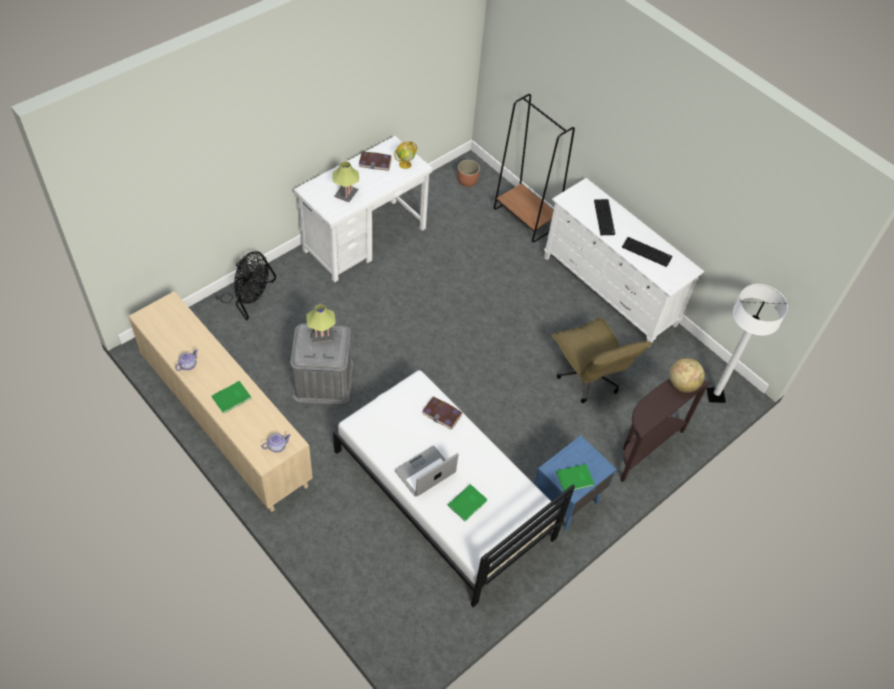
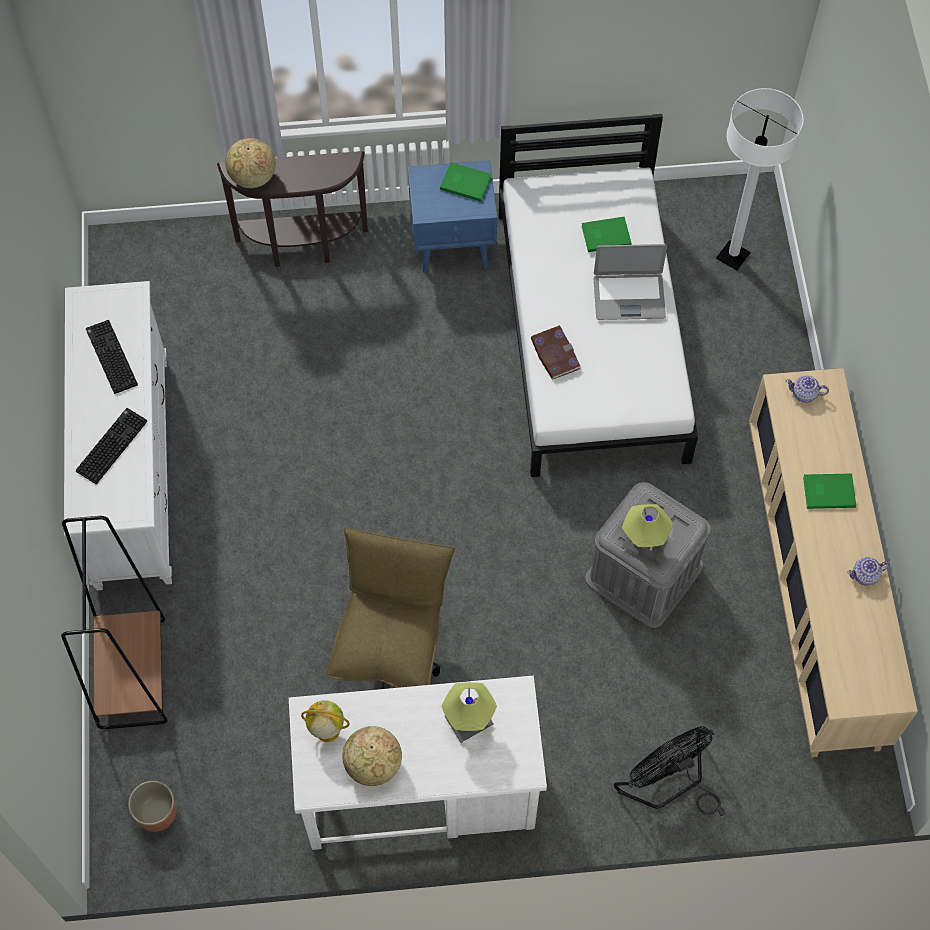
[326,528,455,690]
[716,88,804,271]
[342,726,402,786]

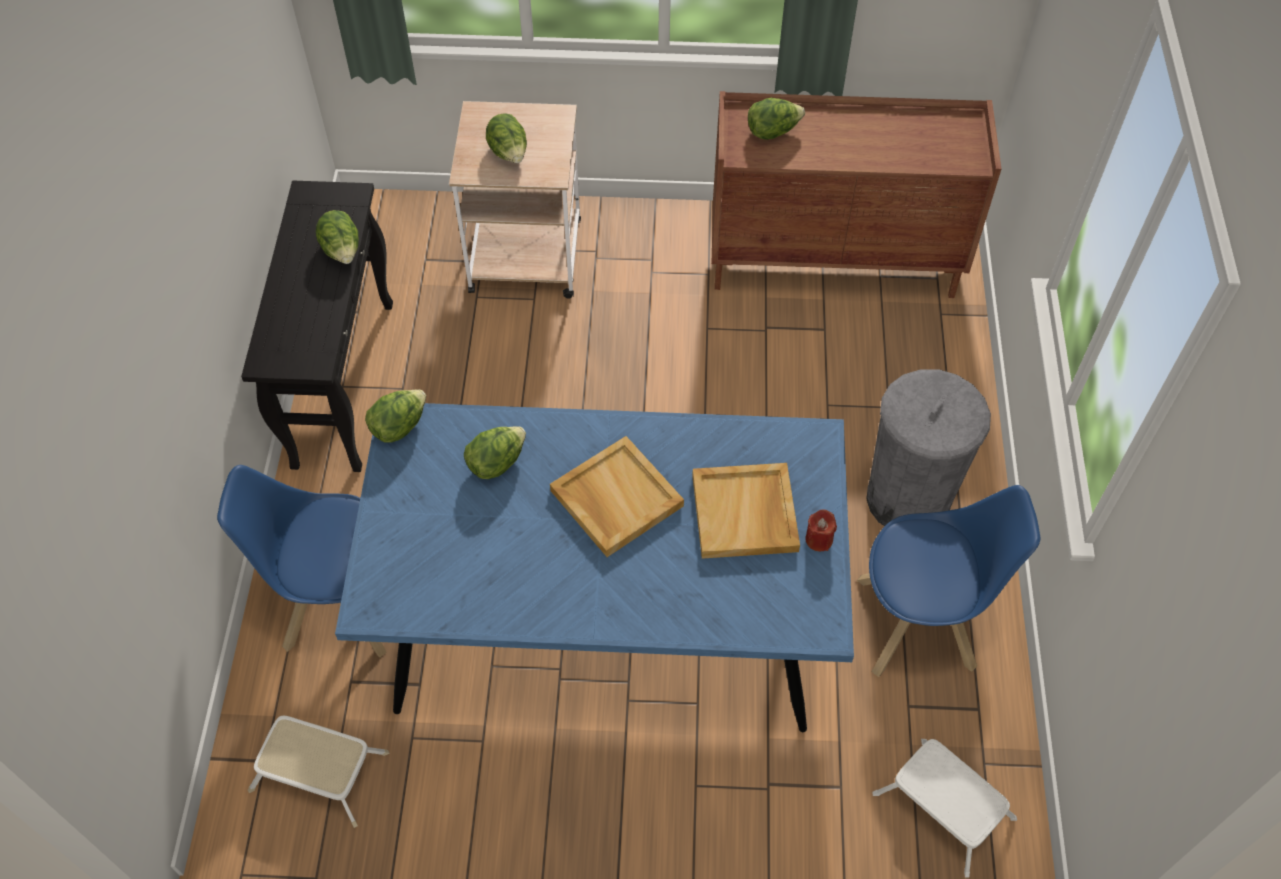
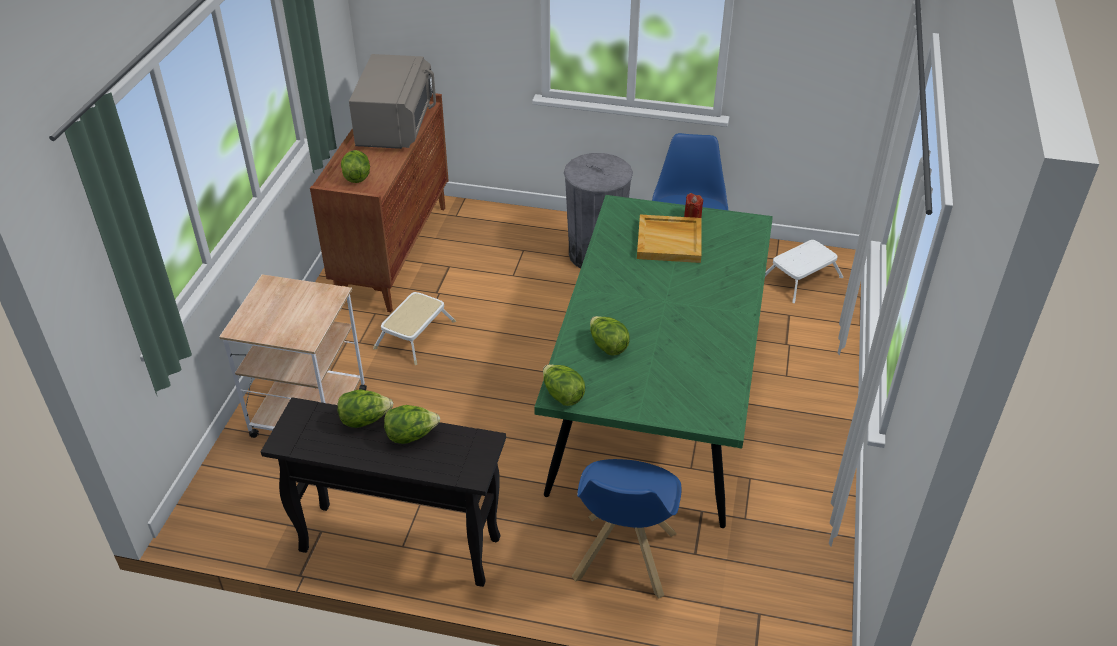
[550,436,684,557] (first image)
[349,54,436,149]
[373,292,456,365]
[384,405,440,444]
[534,195,773,528]

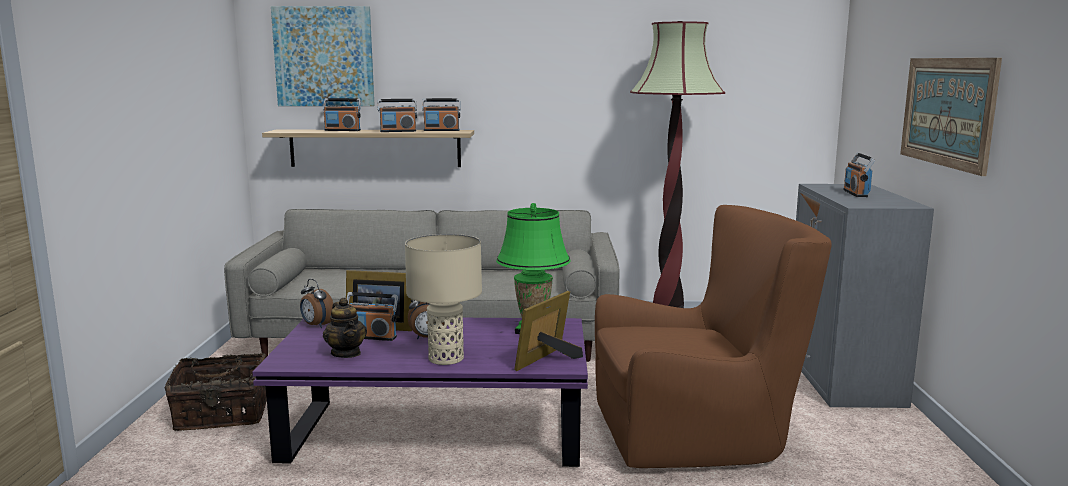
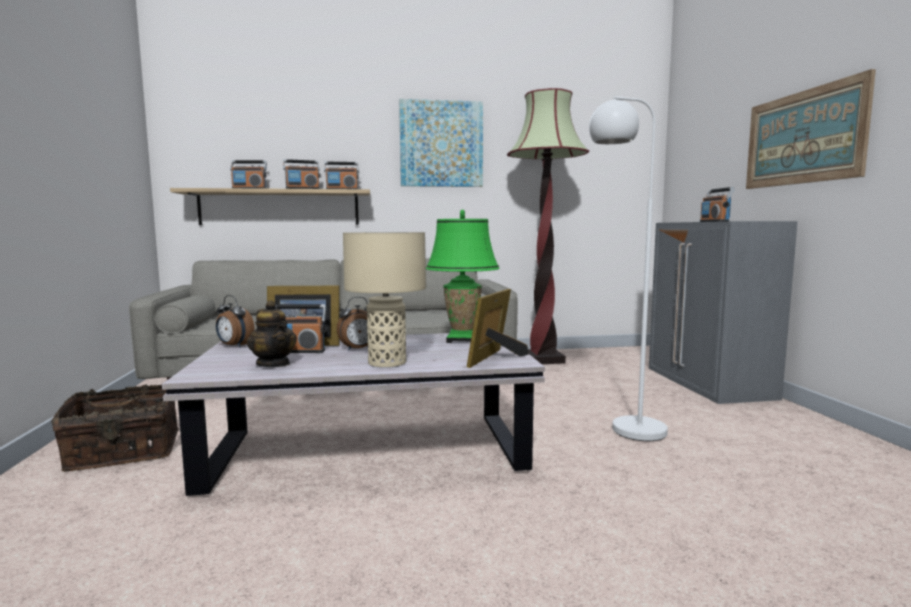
[399,99,483,187]
[589,96,668,441]
[162,333,545,496]

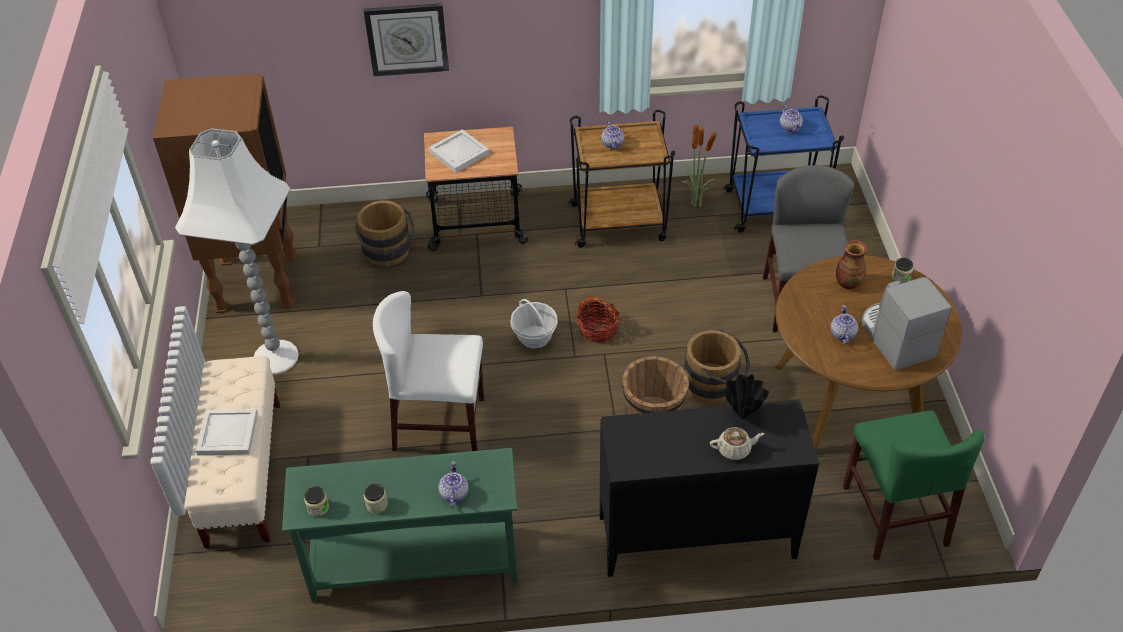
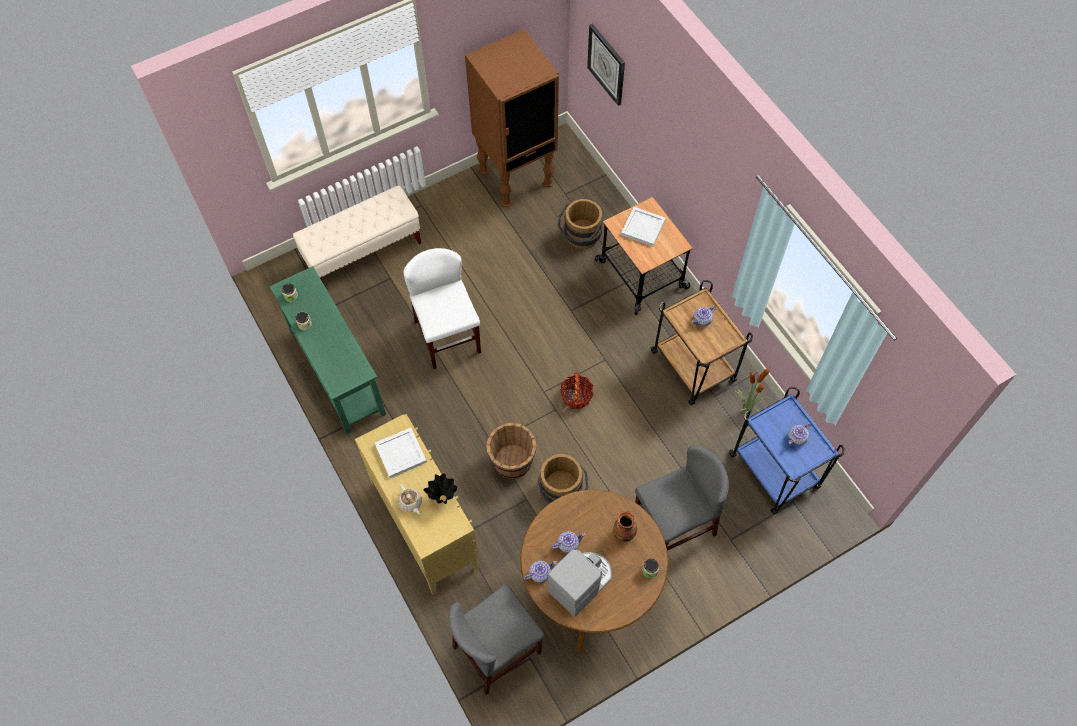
[175,128,299,374] (first image)
[510,299,558,348] (first image)
[375,428,427,478]
[587,24,625,106]
[524,561,557,583]
[355,414,479,595]
[449,584,545,695]

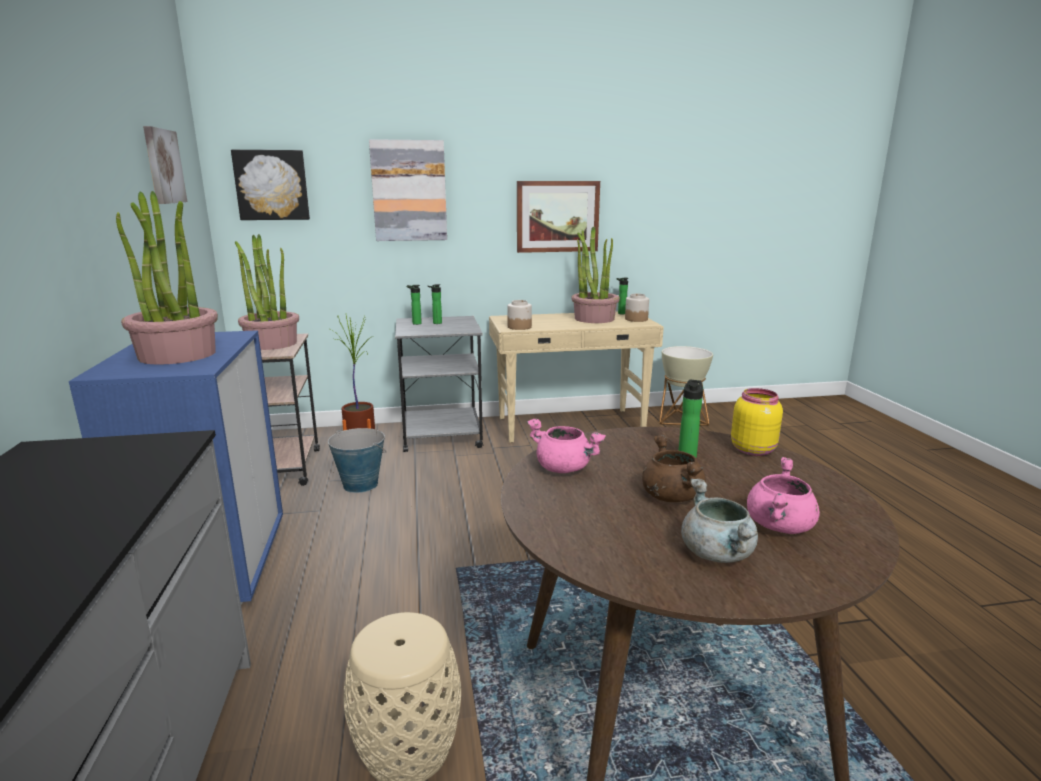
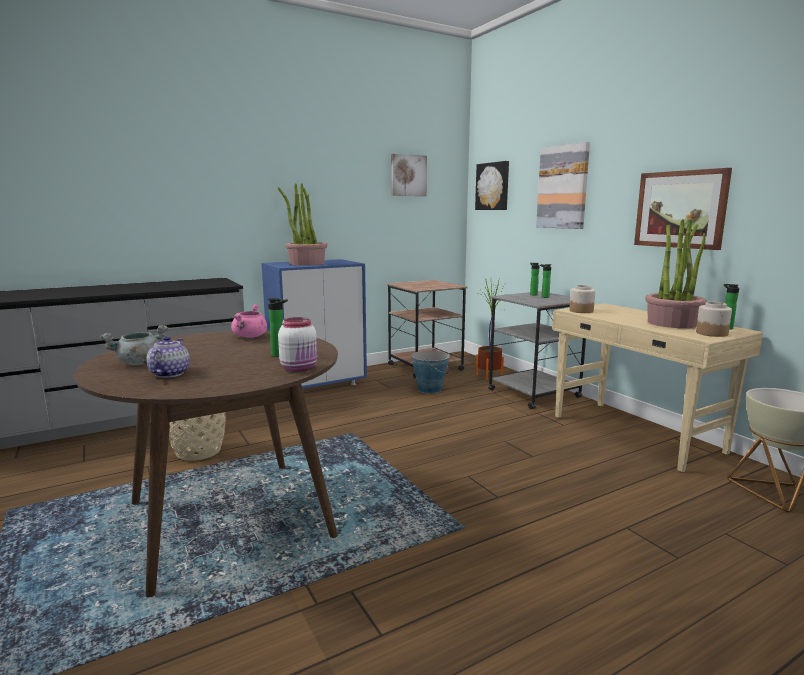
[235,234,299,350] (first image)
[642,435,706,502] (first image)
[147,336,190,378]
[278,317,317,372]

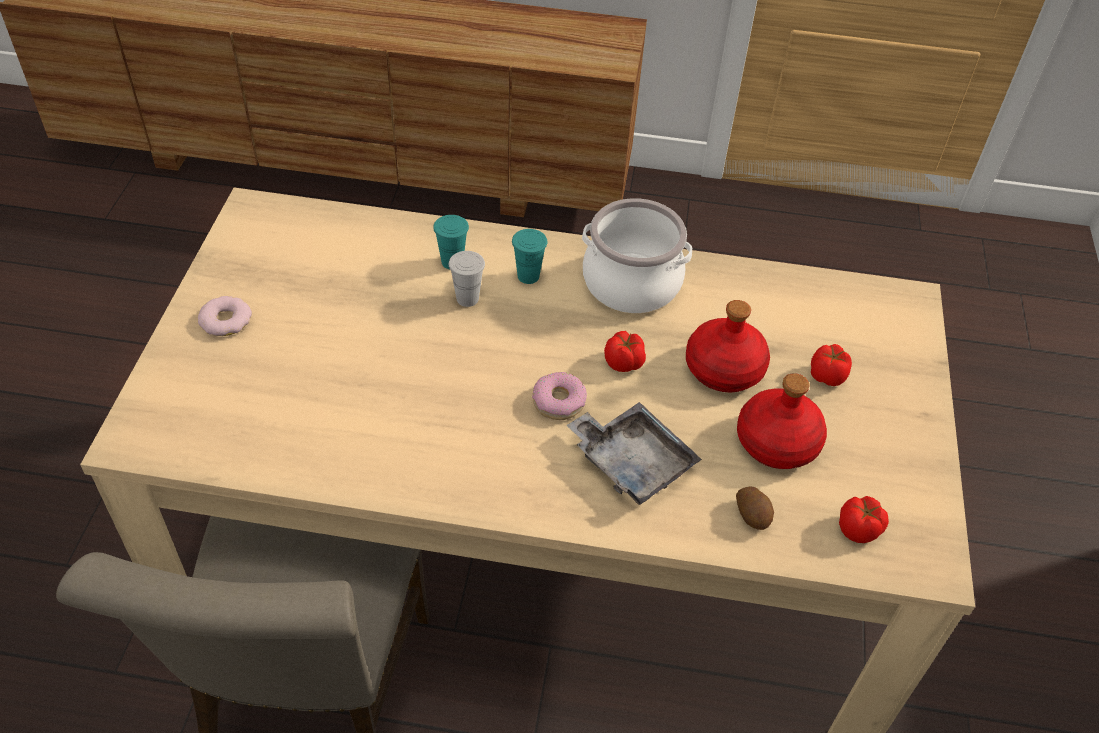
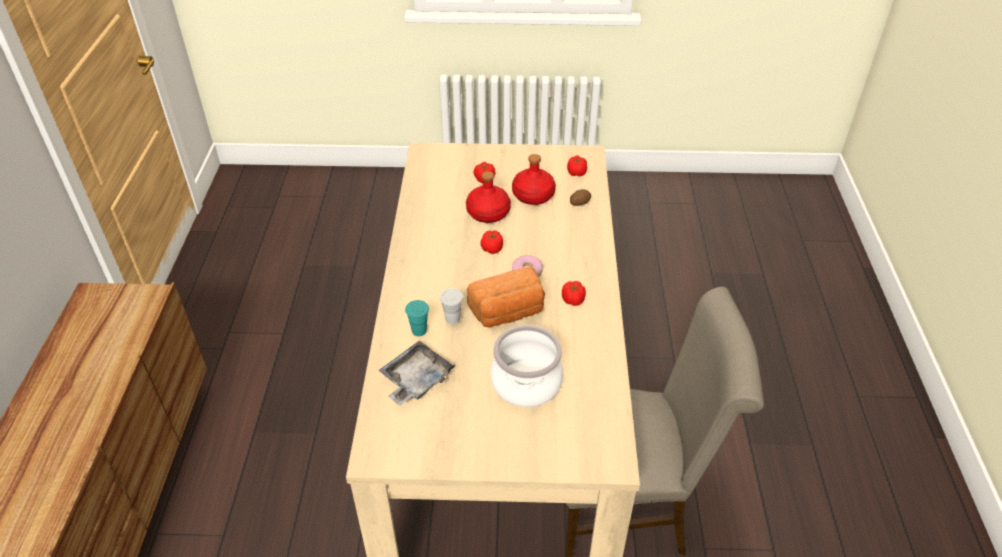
[198,296,252,336] (first image)
[512,229,547,284] (first image)
[467,266,545,327]
[562,281,586,306]
[378,340,455,406]
[490,325,563,407]

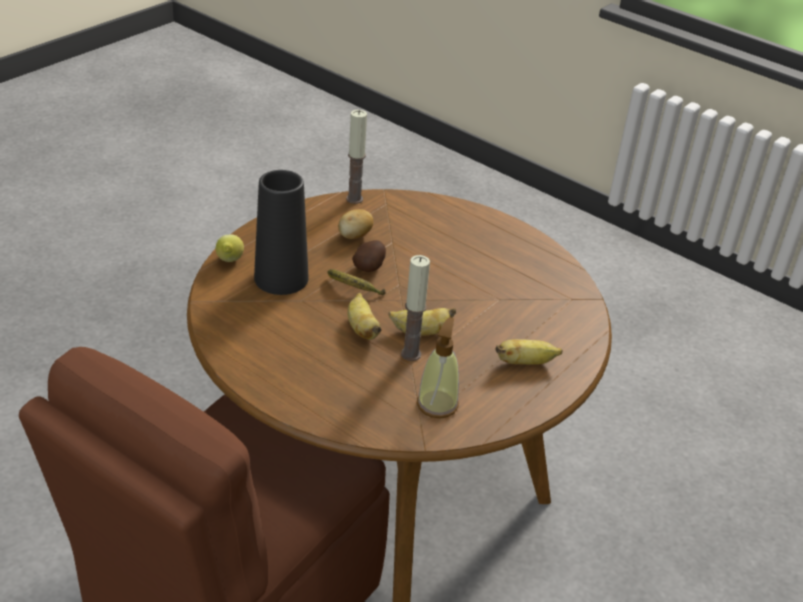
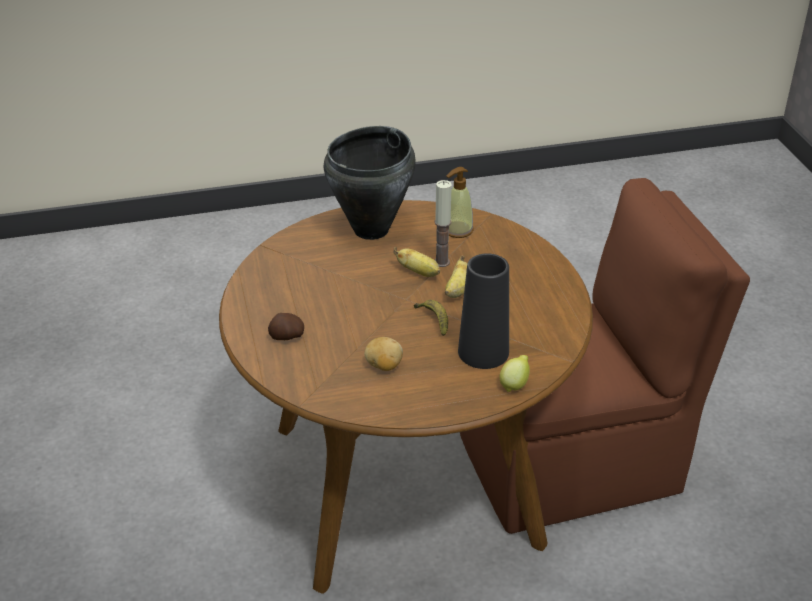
[346,110,367,204] (first image)
[268,313,304,340]
[324,126,416,240]

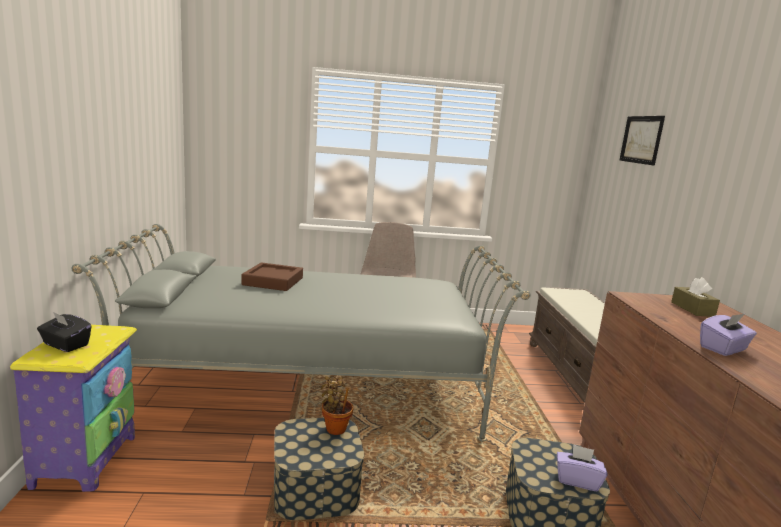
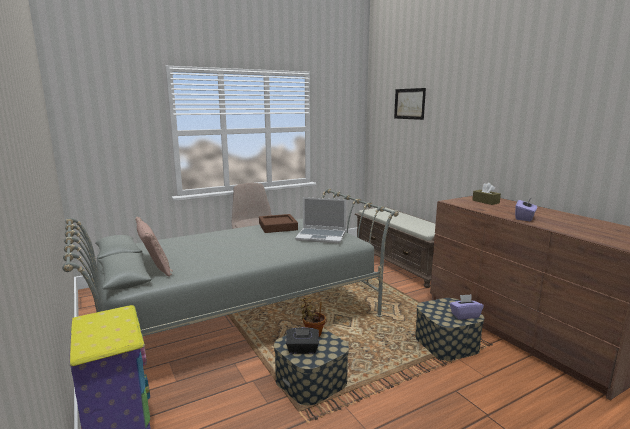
[135,217,172,277]
[295,197,346,244]
[286,327,319,354]
[259,214,298,233]

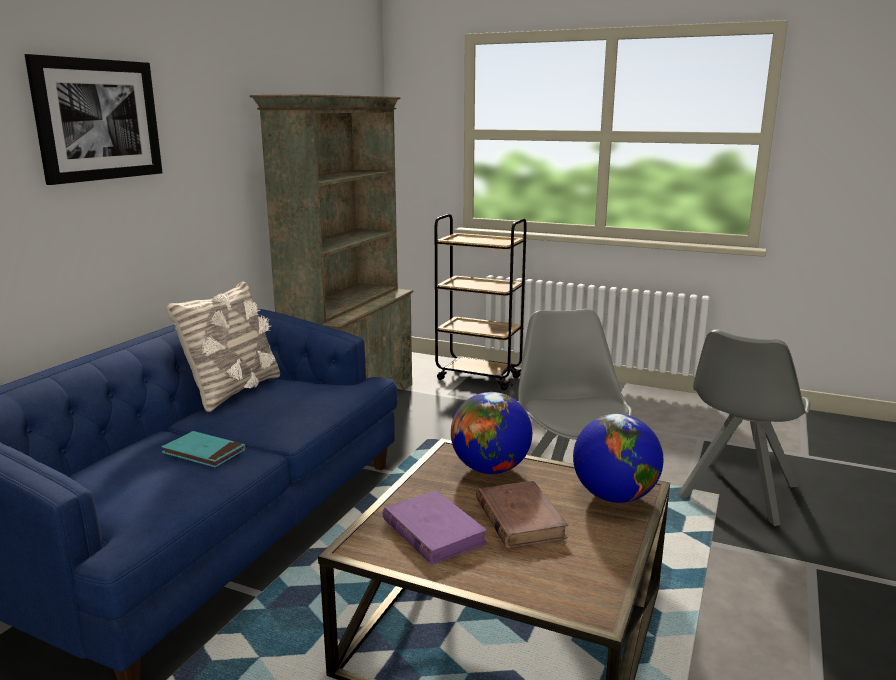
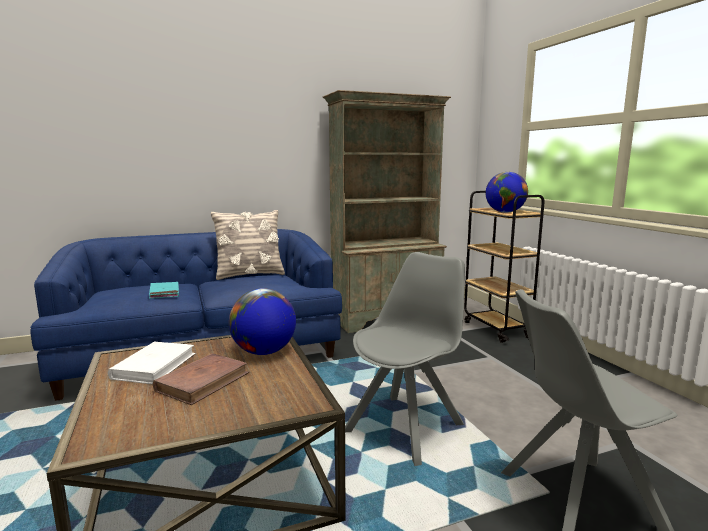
[25,54,162,185] (first image)
[486,172,528,213]
[108,342,196,384]

